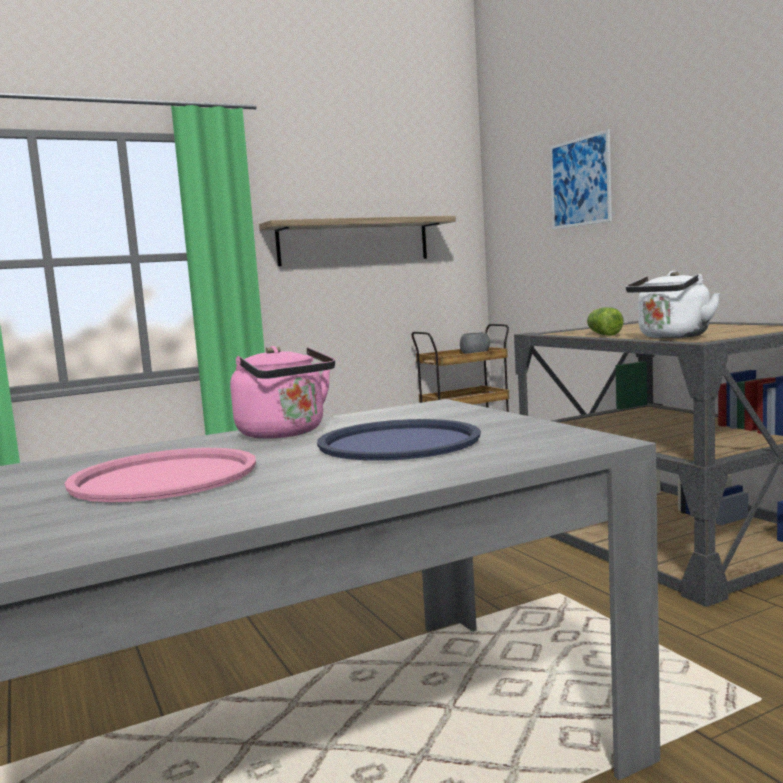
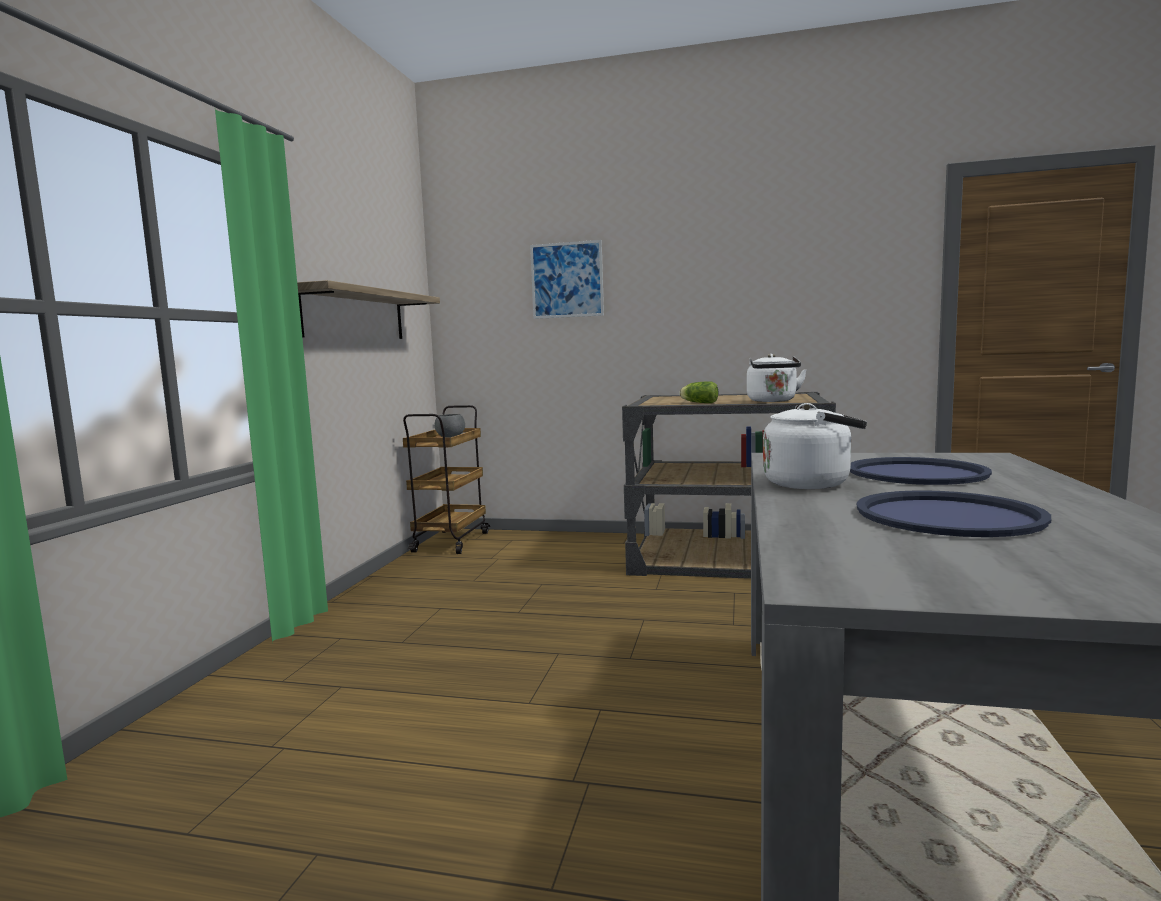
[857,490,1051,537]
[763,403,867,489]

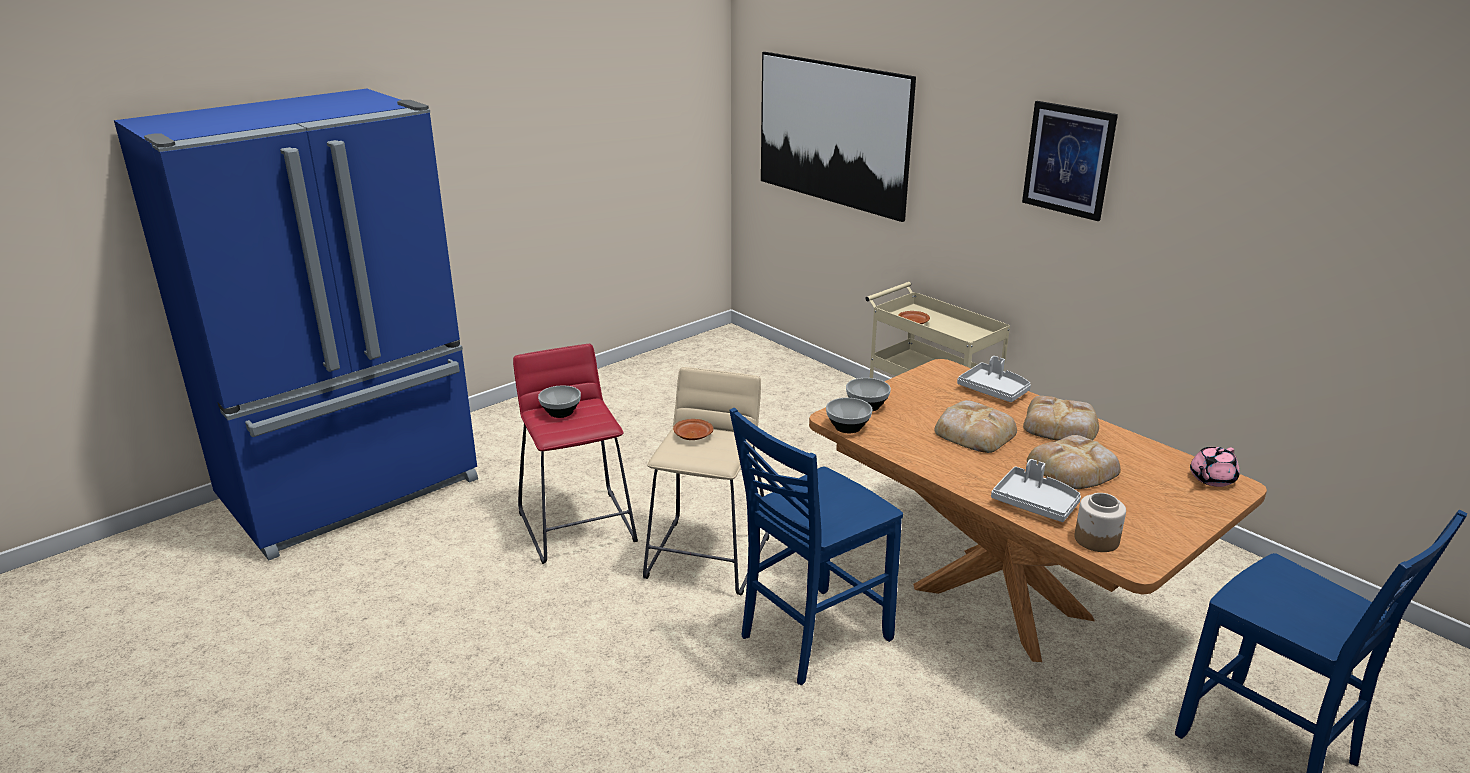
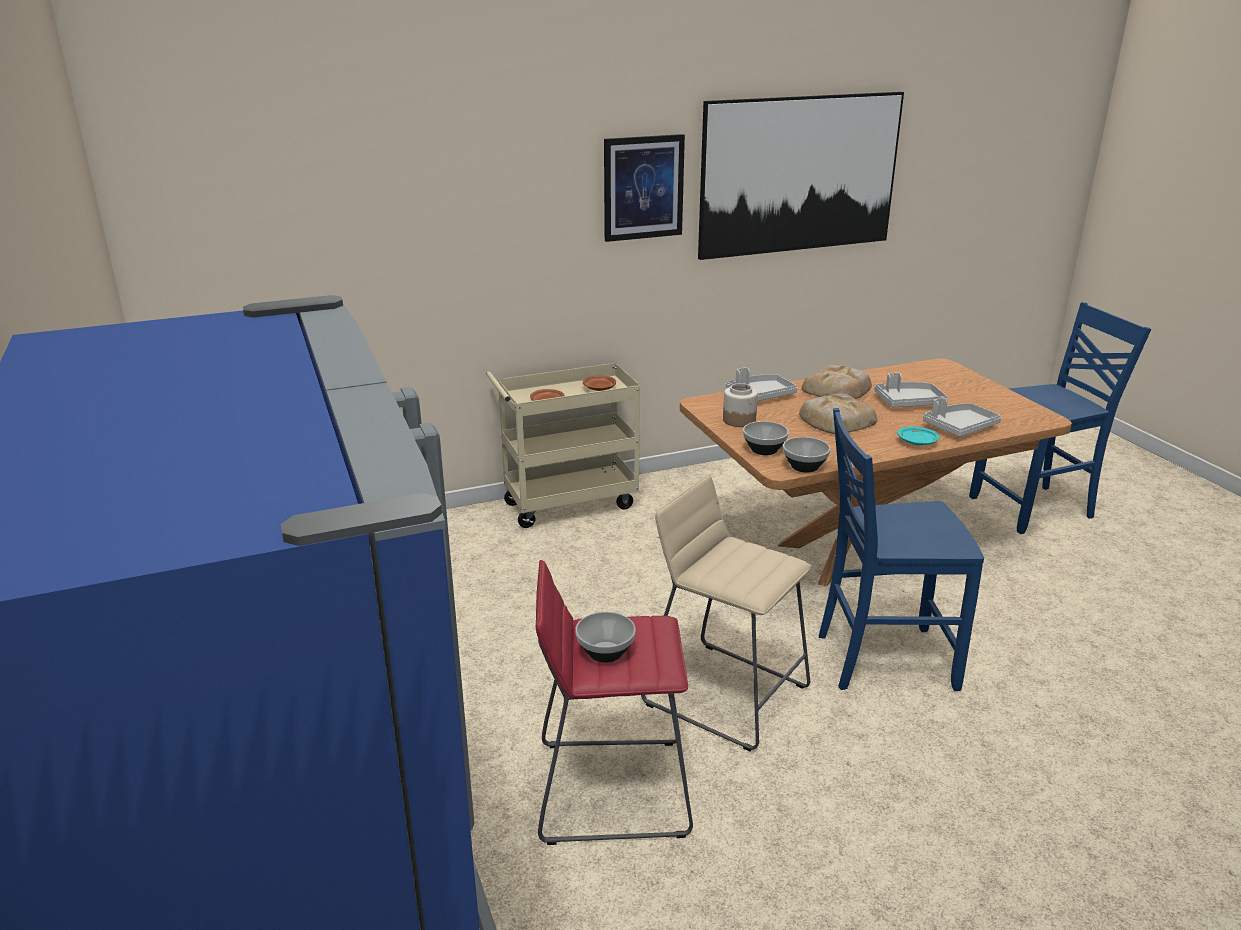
[1190,447,1240,487] (first image)
[897,427,939,446]
[583,376,616,391]
[698,92,904,260]
[723,383,758,427]
[875,372,948,407]
[819,408,984,691]

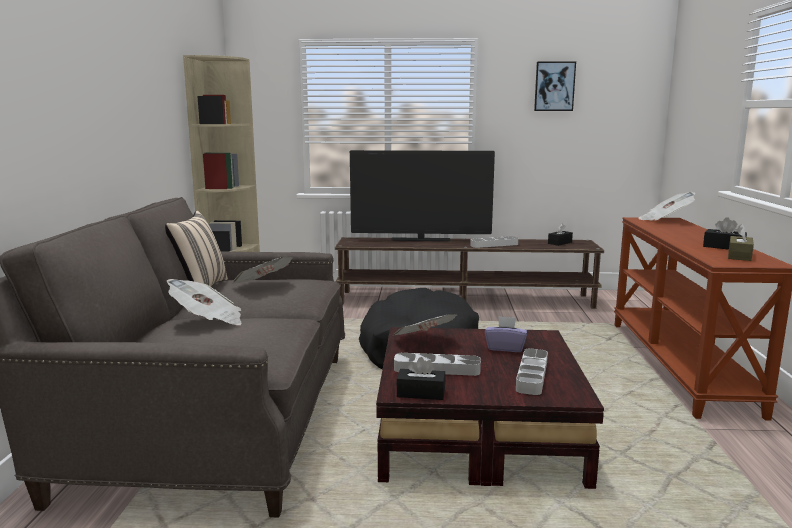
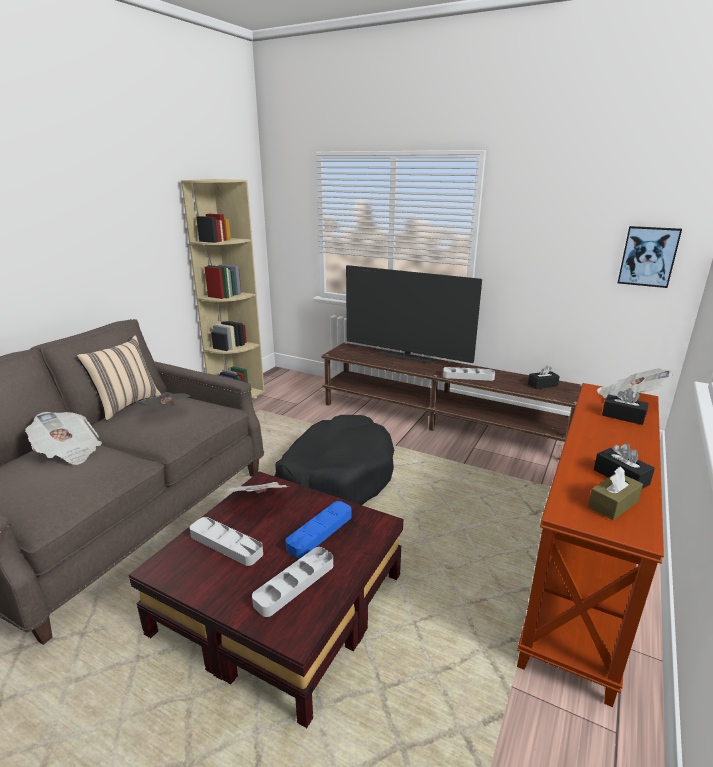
[602,388,649,425]
[618,226,682,288]
[286,501,352,558]

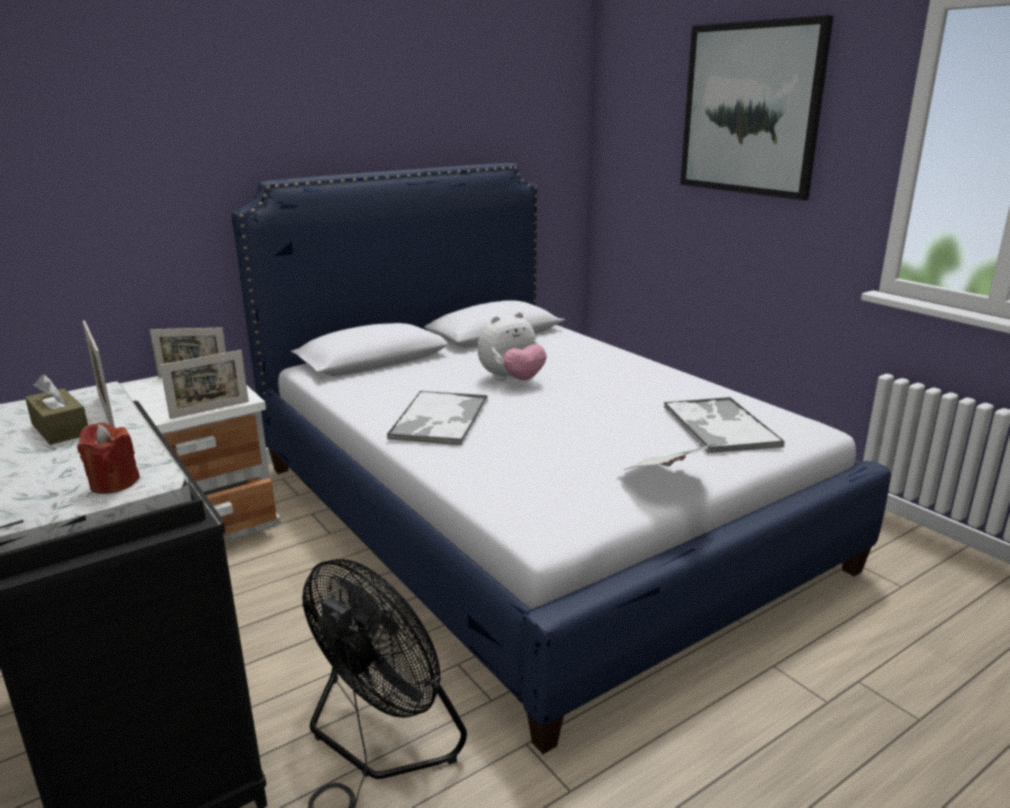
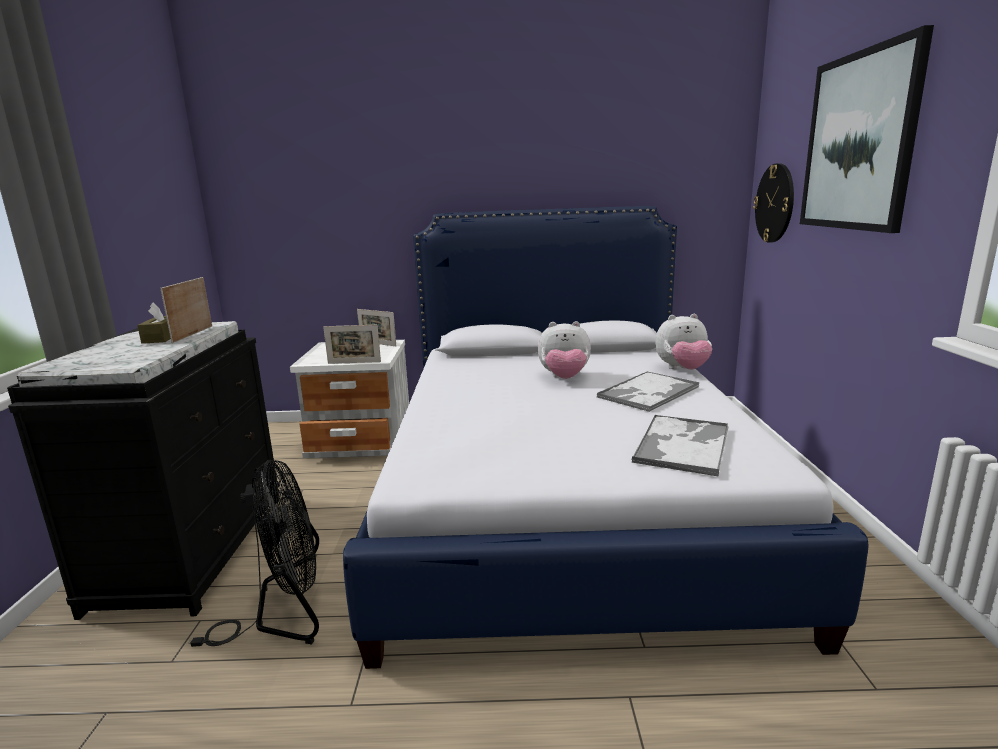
[77,422,140,494] (first image)
[618,444,715,471] (first image)
[655,314,712,370]
[753,163,794,243]
[597,371,699,412]

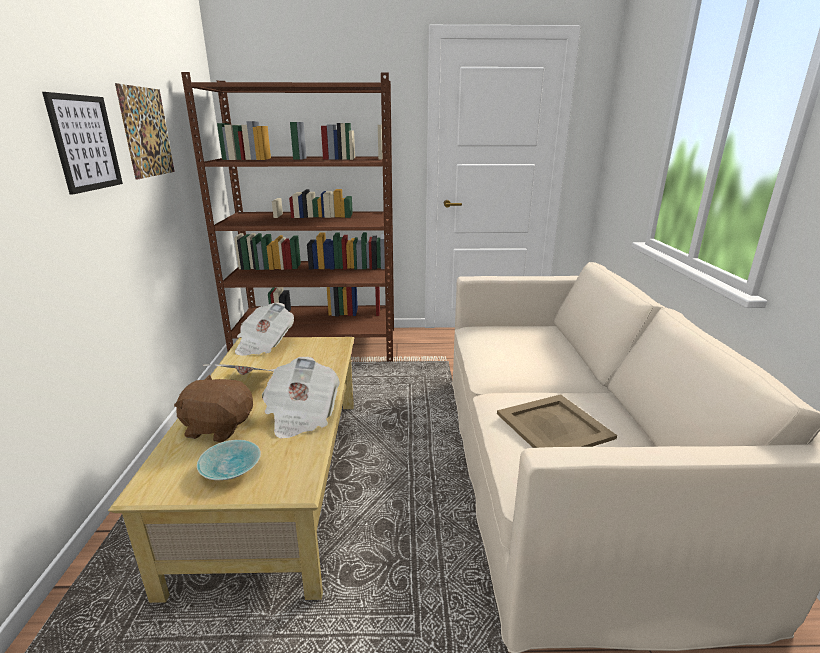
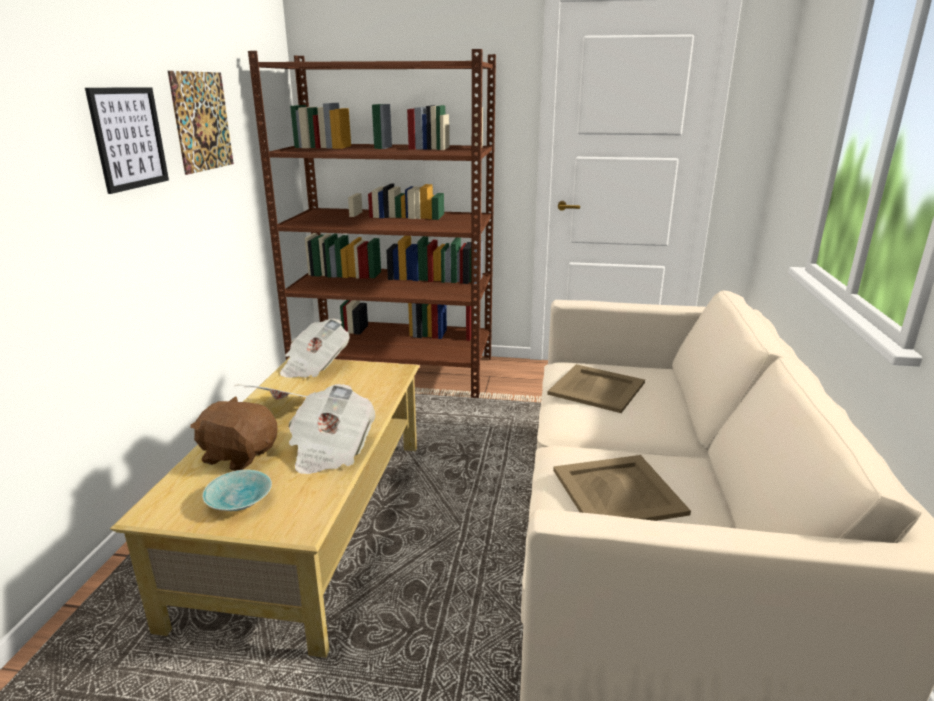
[547,364,645,413]

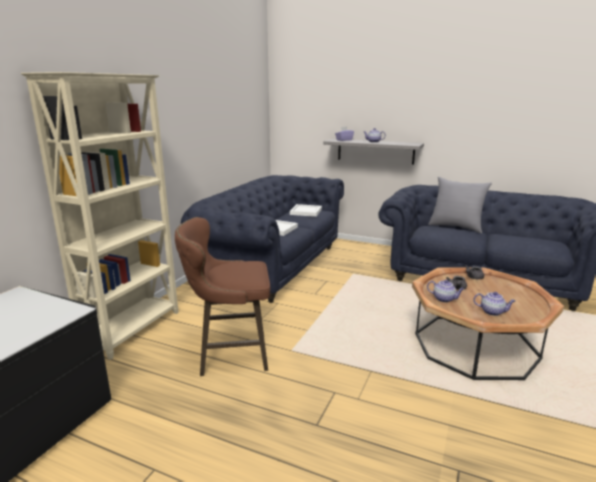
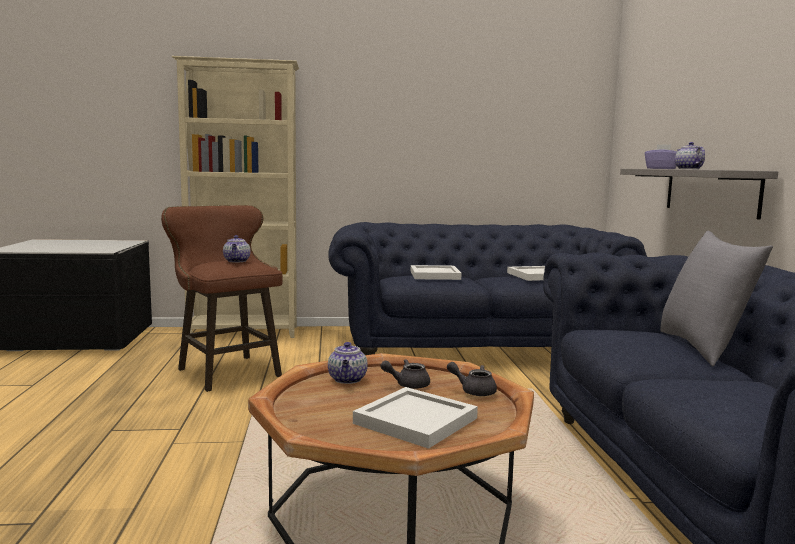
[353,387,478,449]
[223,235,251,263]

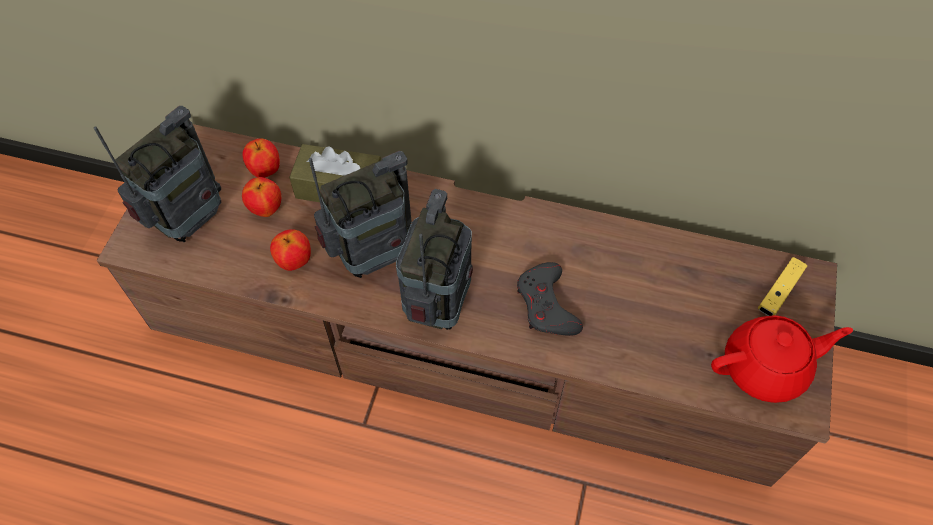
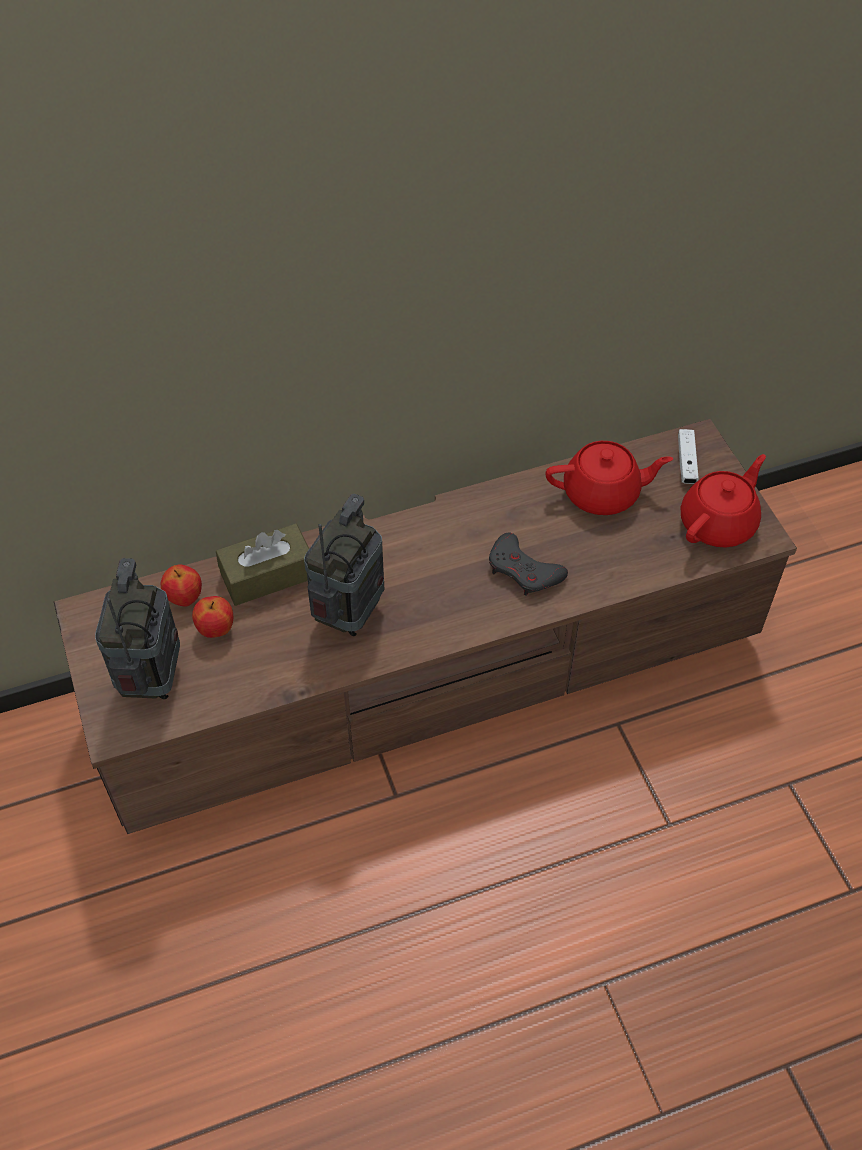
[270,229,311,271] (first image)
[396,189,473,330] (first image)
[545,441,673,515]
[678,429,699,484]

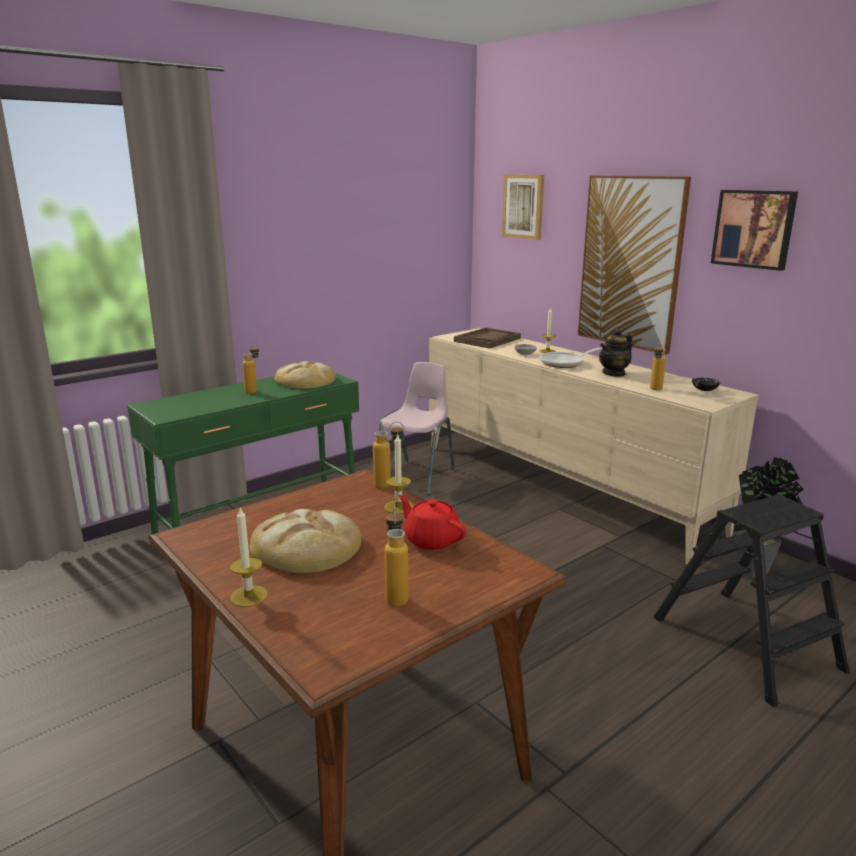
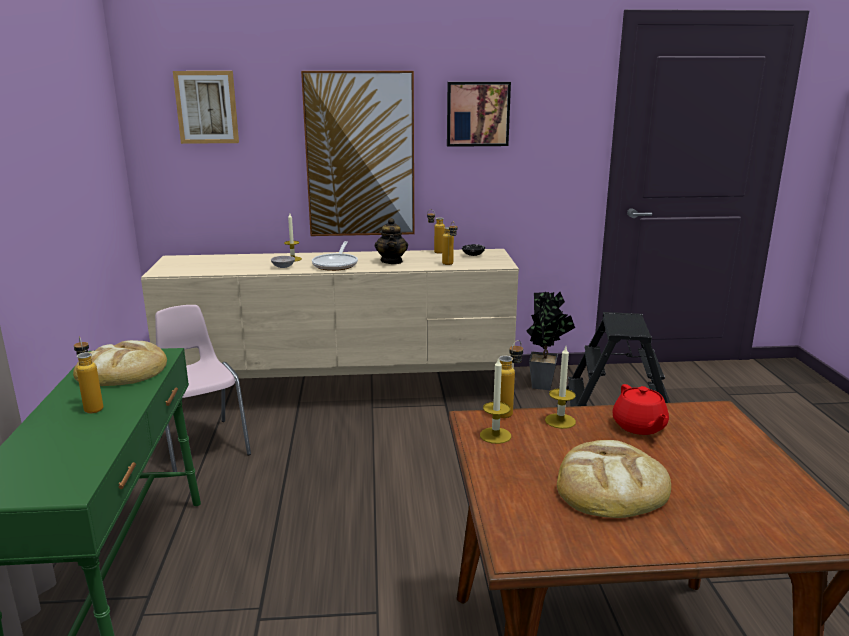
[454,328,521,349] (first image)
[480,357,511,444]
[427,210,445,254]
[612,384,669,435]

